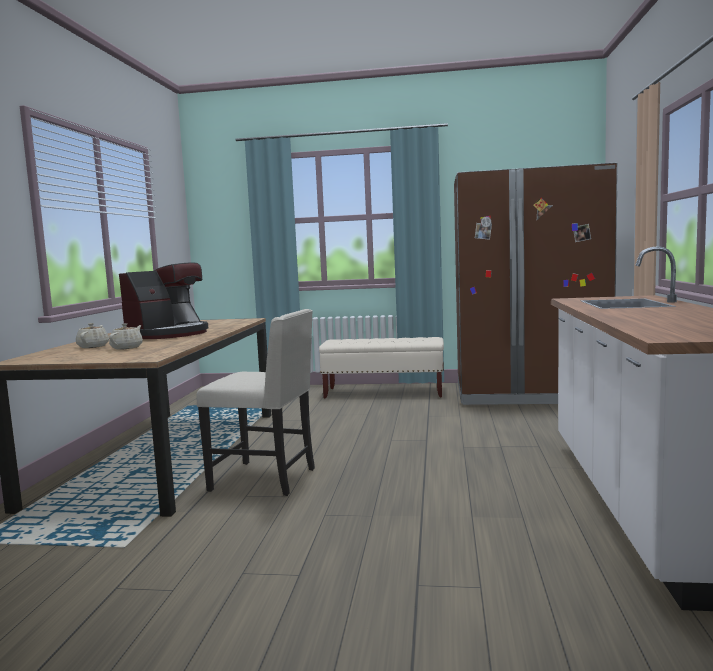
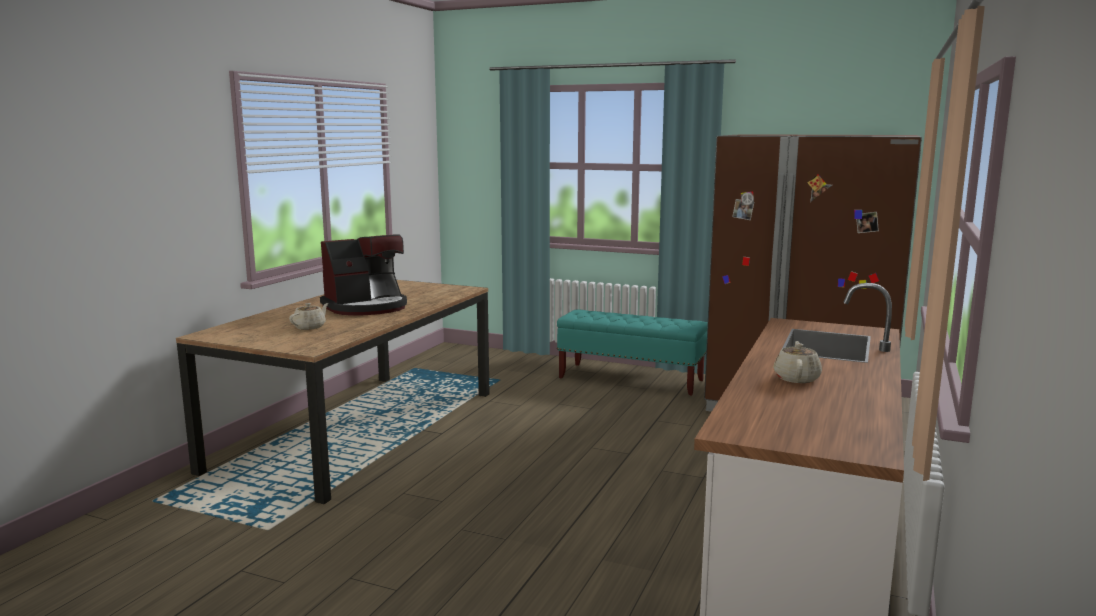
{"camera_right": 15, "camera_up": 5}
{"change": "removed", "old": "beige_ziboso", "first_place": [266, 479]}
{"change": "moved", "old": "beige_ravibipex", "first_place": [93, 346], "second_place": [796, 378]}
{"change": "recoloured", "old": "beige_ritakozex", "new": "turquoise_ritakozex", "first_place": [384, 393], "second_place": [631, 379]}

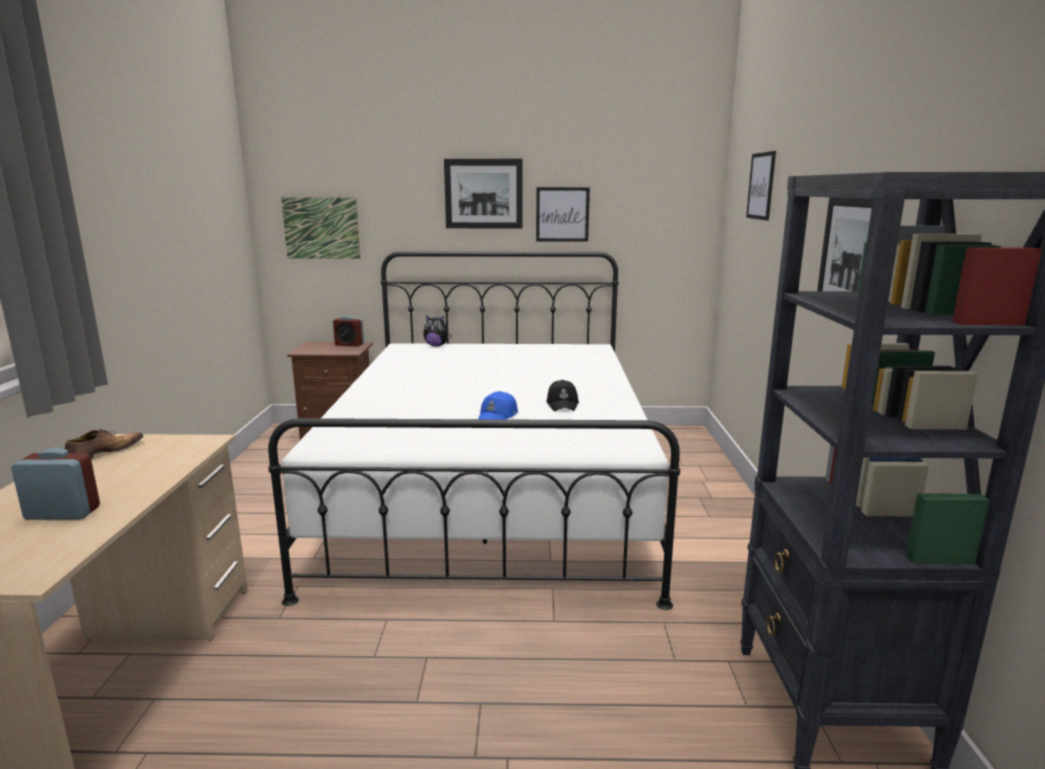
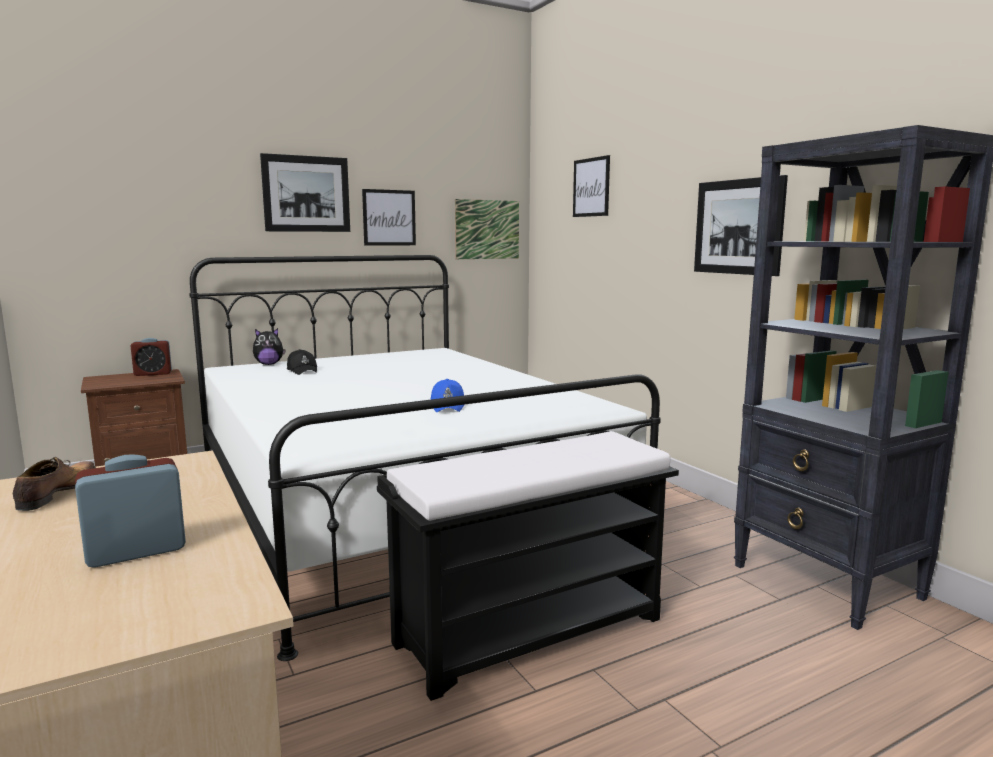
{"camera_right": -30, "camera_up": -5}
{"change": "added", "new": "black_ritakozex", "second_place": [531, 630]}
{"change": "moved", "old": "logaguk", "first_place": [321, 228], "second_place": [487, 229]}
{"change": "moved", "old": "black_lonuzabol", "first_place": [563, 404], "second_place": [302, 370]}

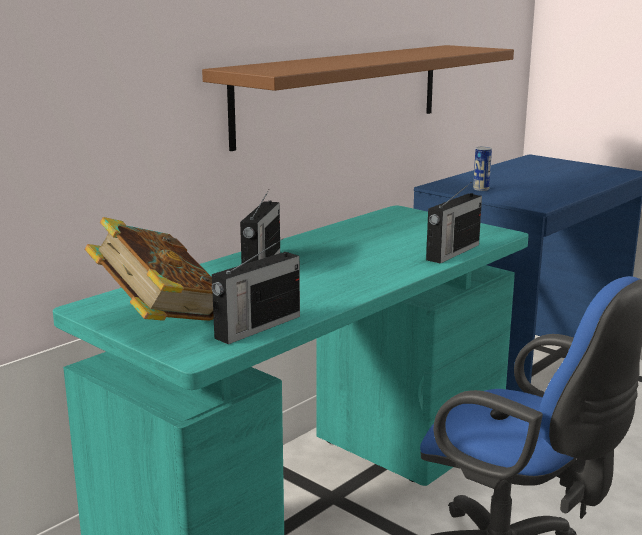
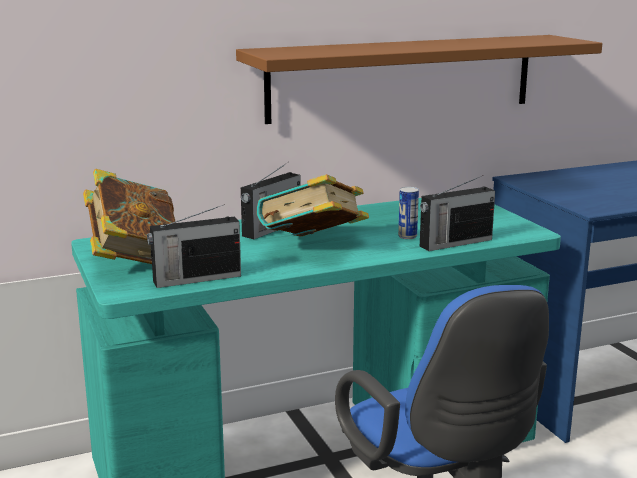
{"camera_right": 25, "camera_up": 0}
{"change": "added", "new": "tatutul", "second_place": [313, 248]}
{"change": "moved", "old": "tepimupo", "first_place": [481, 189], "second_place": [407, 236]}

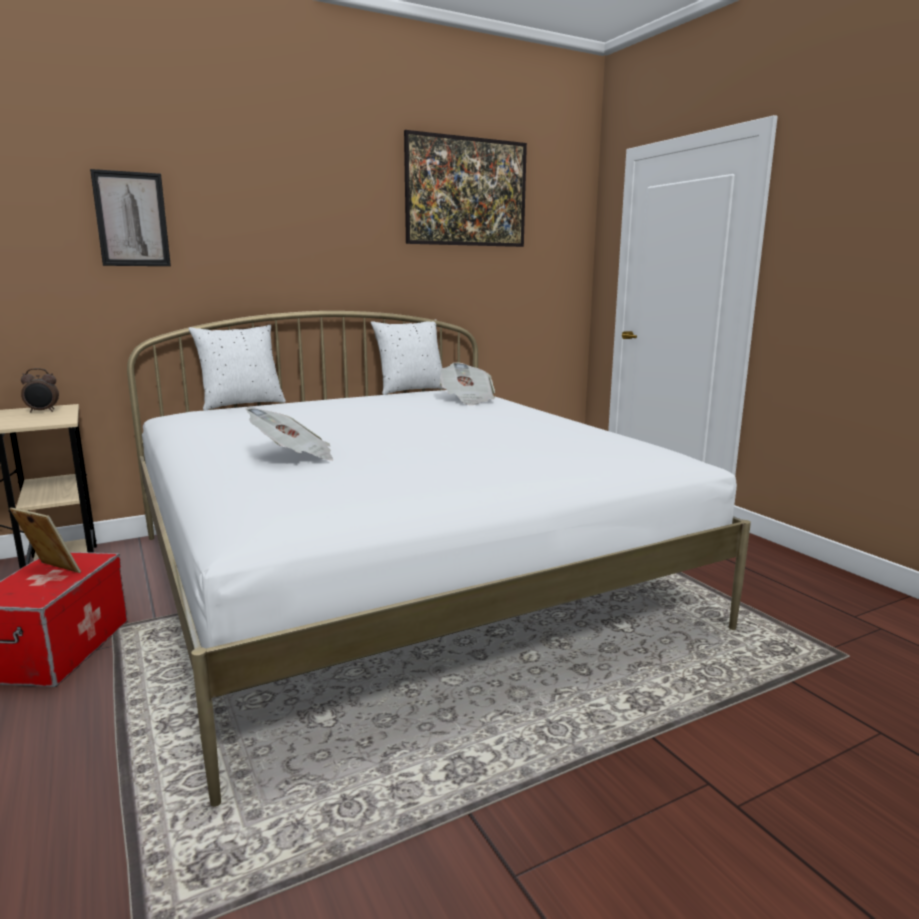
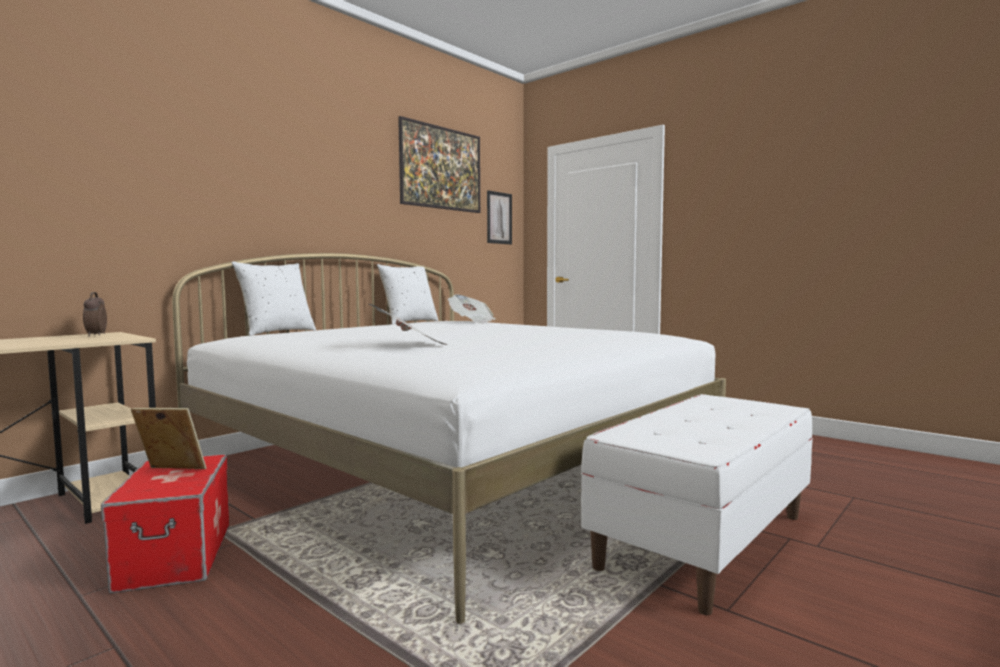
{"camera_right": -20, "camera_up": -10}
{"change": "added", "new": "white_ritakozex", "second_place": [704, 541]}
{"change": "moved", "old": "logaguk", "first_place": [131, 219], "second_place": [499, 218]}
{"change": "turned", "old": "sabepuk", "first_place": [43, 411], "second_place": [95, 335], "degrees": 105}

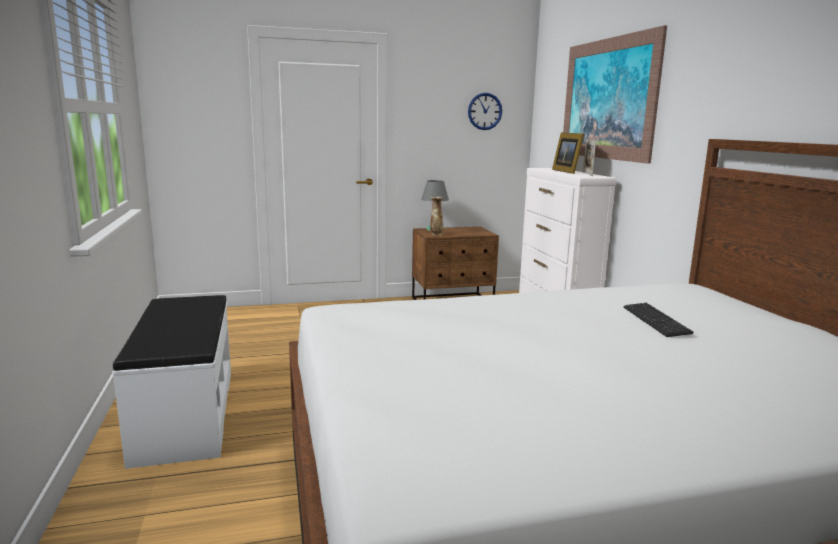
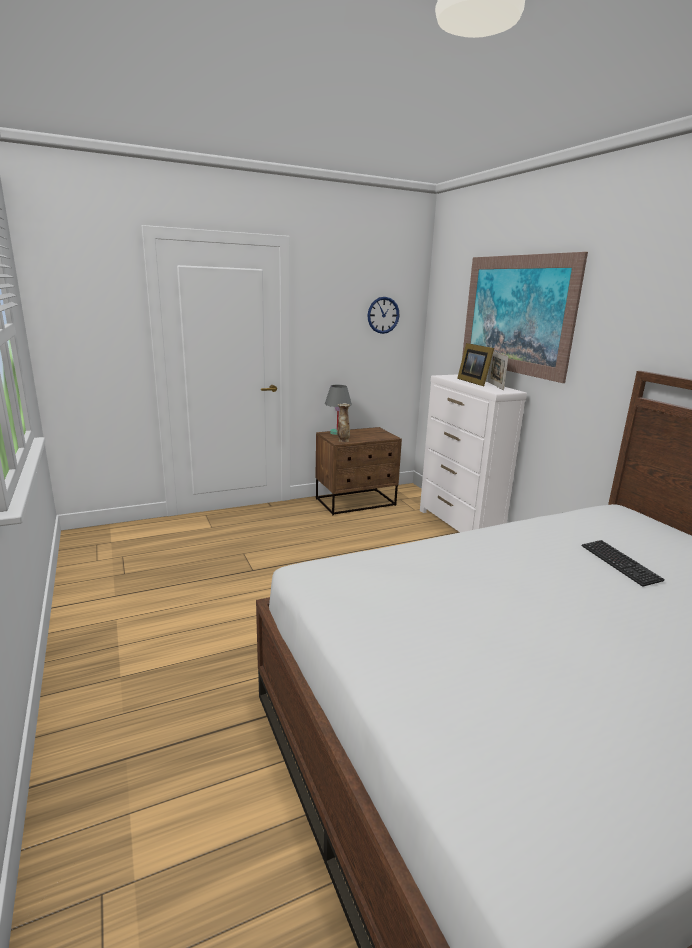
{"camera_right": -10, "camera_up": 5}
{"change": "removed", "old": "white_ritakozex", "first_place": [184, 414]}

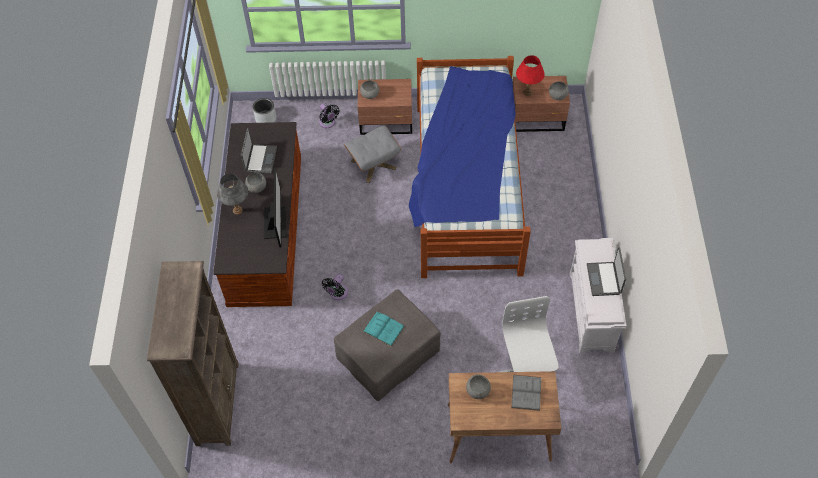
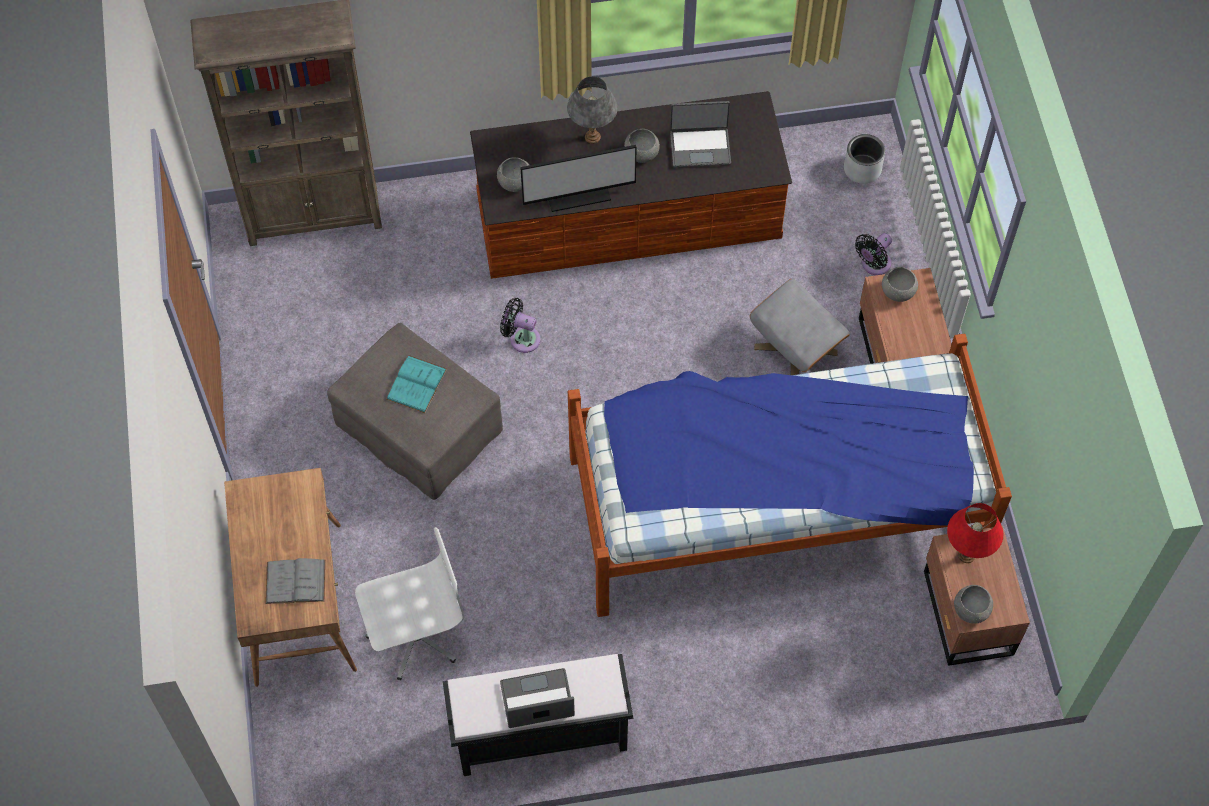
{"camera_right": 80, "camera_up": 5}
{"change": "moved", "old": "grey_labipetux", "first_place": [478, 390], "second_place": [515, 182]}
{"change": "recoloured", "old": "white_ritakozex", "new": "black_ritakozex", "first_place": [591, 312], "second_place": [539, 736]}

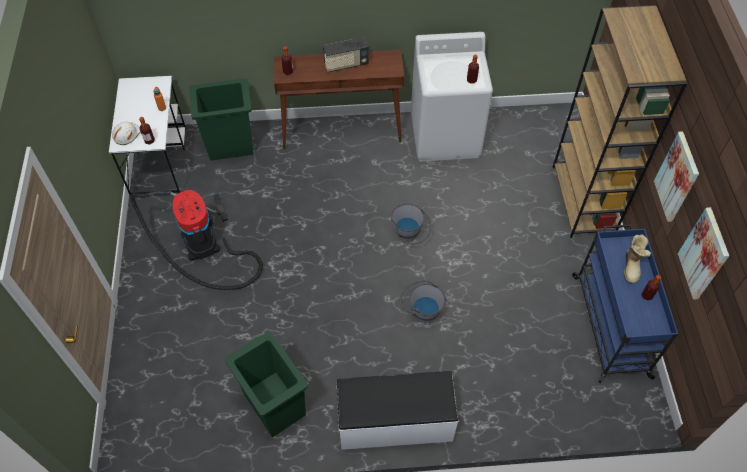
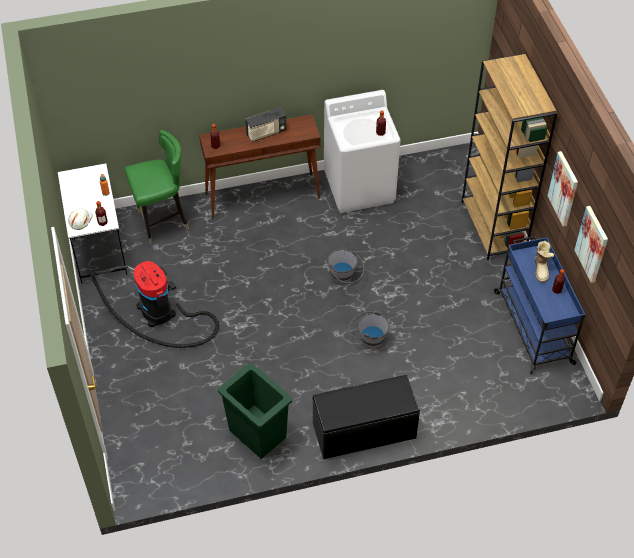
{"camera_right": -10, "camera_up": -5}
{"change": "replaced", "old": "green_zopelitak", "new": "green_ziboso", "first_place": [231, 145], "second_place": [162, 222]}
{"change": "recoloured", "old": "white_ritakozex", "new": "black_ritakozex", "first_place": [395, 422], "second_place": [364, 431]}

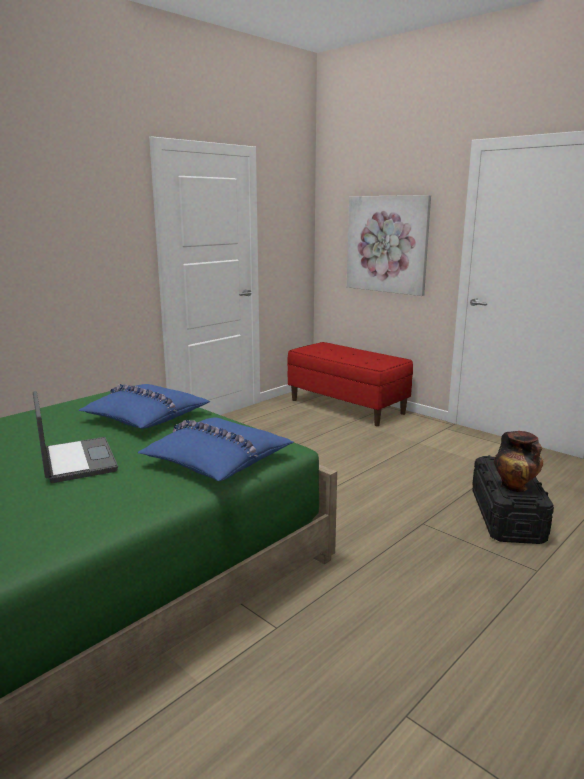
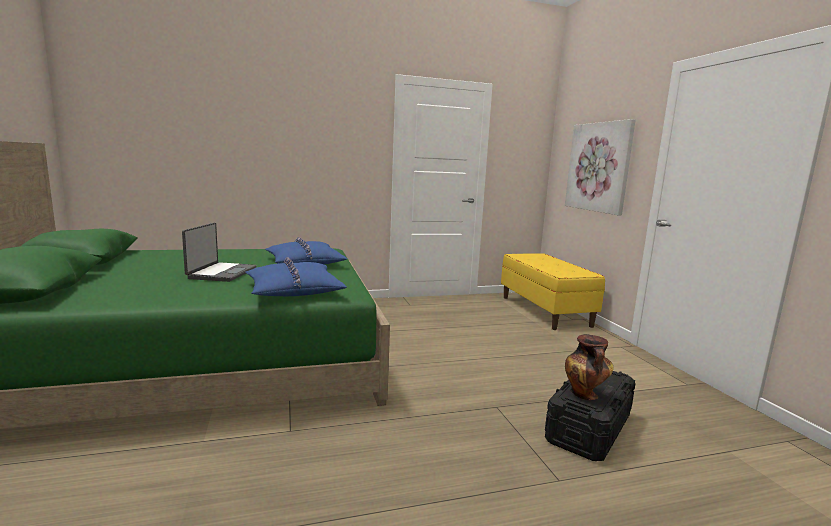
{"camera_right": 30, "camera_up": -5}
{"change": "recoloured", "old": "red_ritakozex", "new": "yellow_ritakozex", "first_place": [347, 406], "second_place": [545, 311]}

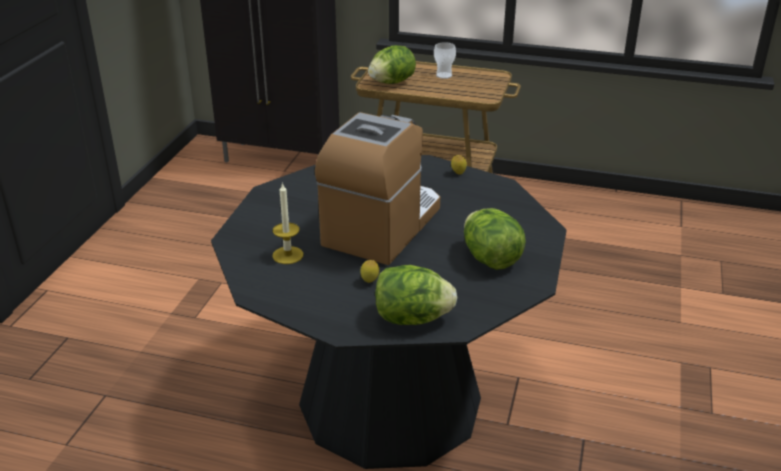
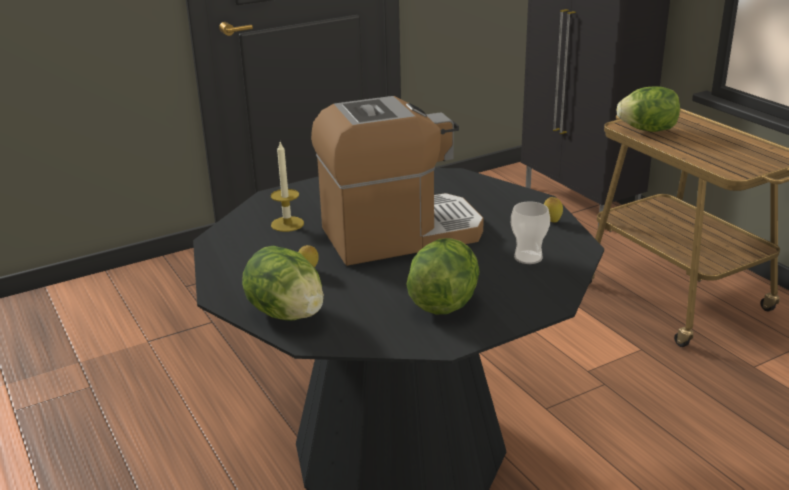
{"camera_right": 45, "camera_up": -5}
{"change": "moved", "old": "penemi", "first_place": [444, 75], "second_place": [528, 257]}

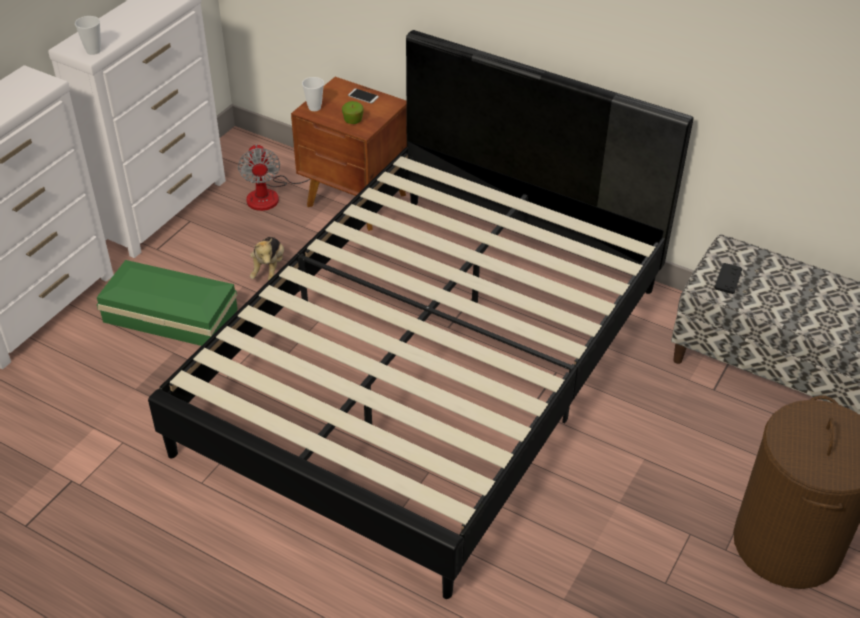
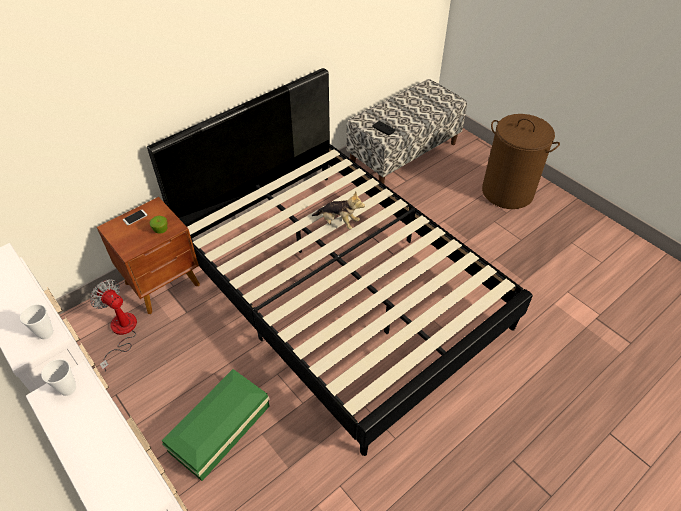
{"camera_right": -70, "camera_up": 5}
{"change": "moved", "old": "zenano", "first_place": [269, 269], "second_place": [338, 222]}
{"change": "moved", "old": "penemi", "first_place": [314, 107], "second_place": [68, 388]}
{"change": "turned", "old": "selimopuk", "first_place": [272, 194], "second_place": [121, 332], "degrees": -150}

